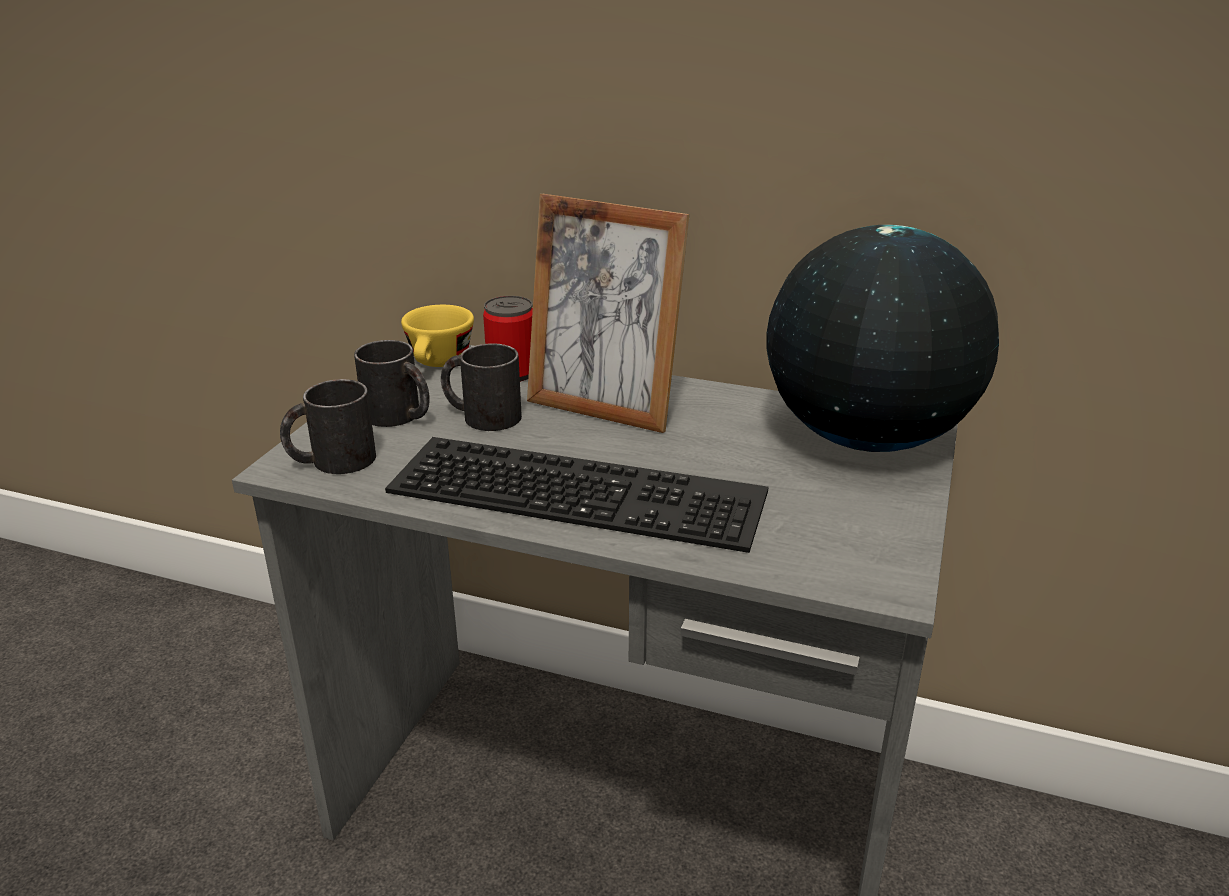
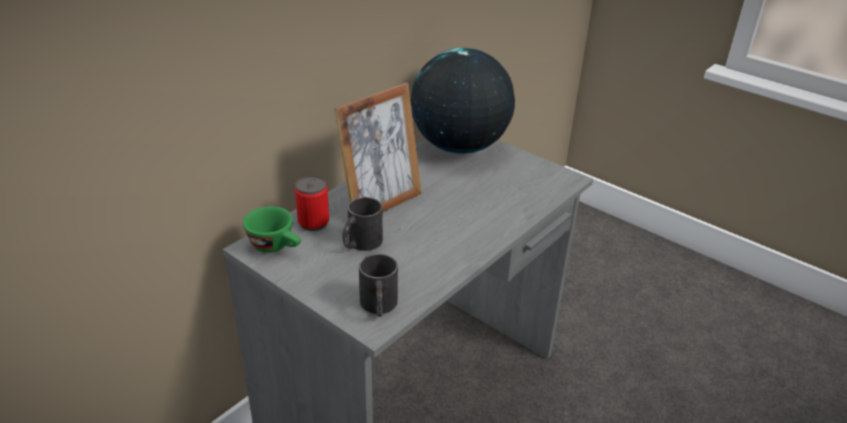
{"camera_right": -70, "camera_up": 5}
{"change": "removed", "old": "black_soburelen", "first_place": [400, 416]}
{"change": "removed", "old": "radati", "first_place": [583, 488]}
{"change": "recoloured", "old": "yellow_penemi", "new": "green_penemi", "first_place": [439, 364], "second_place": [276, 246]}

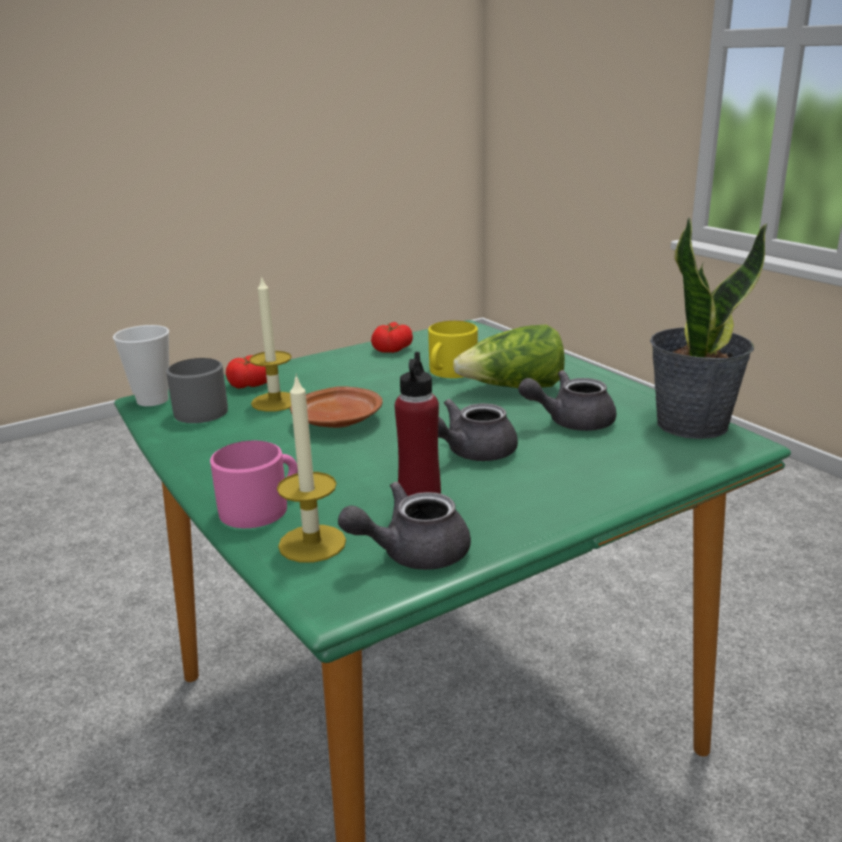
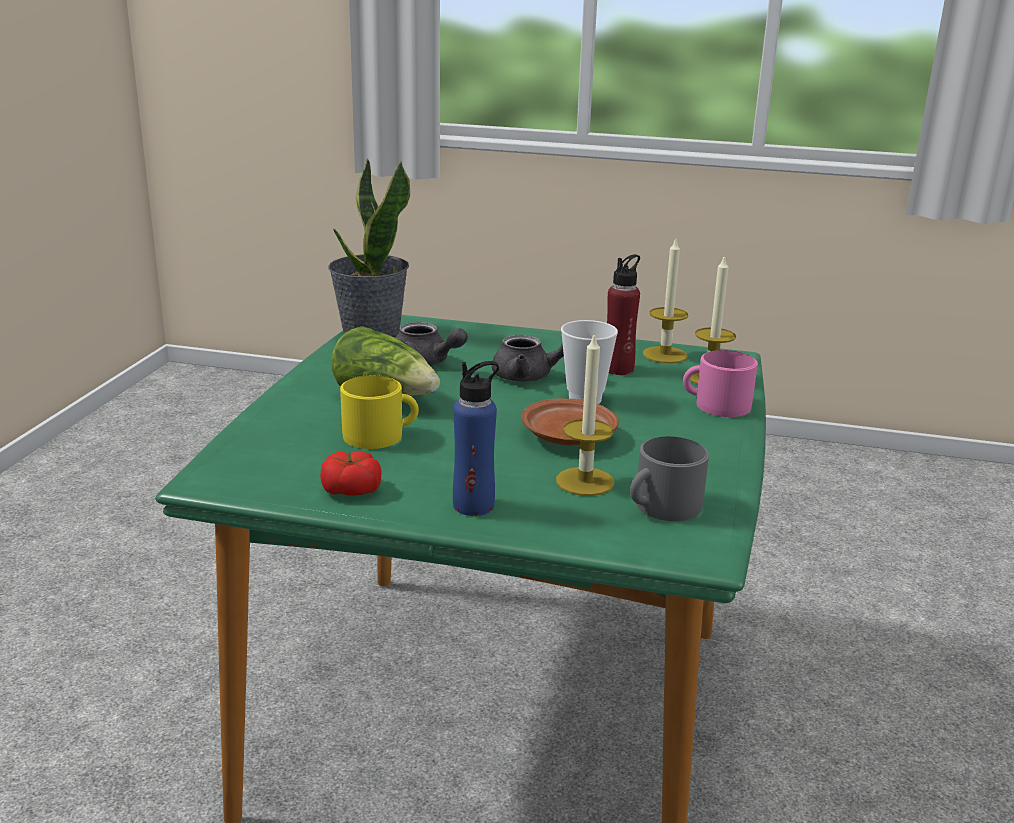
{"camera_right": -135, "camera_up": 0}
{"change": "removed", "old": "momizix", "first_place": [251, 384]}
{"change": "added", "new": "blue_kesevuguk", "second_place": [474, 505]}
{"change": "moved", "old": "penemi", "first_place": [152, 400], "second_place": [585, 399]}
{"change": "replaced", "old": "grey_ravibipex", "new": "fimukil", "first_place": [412, 553], "second_place": [665, 355]}

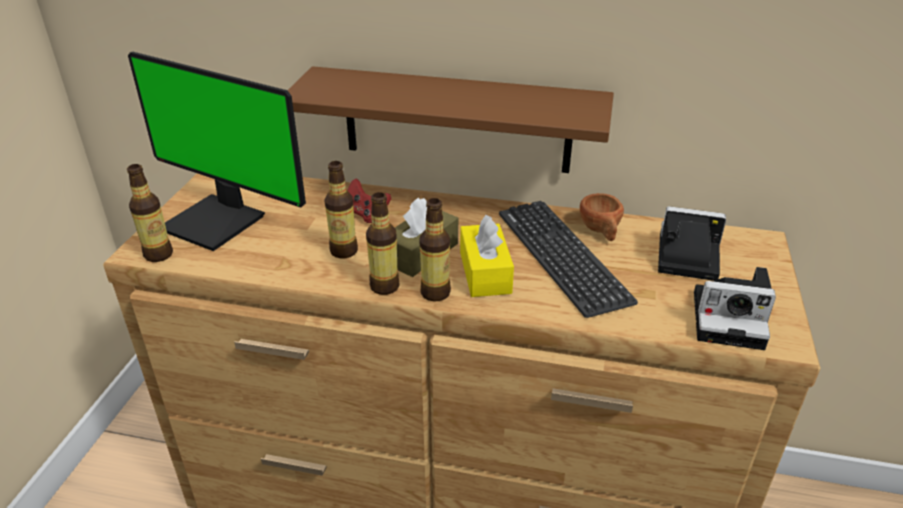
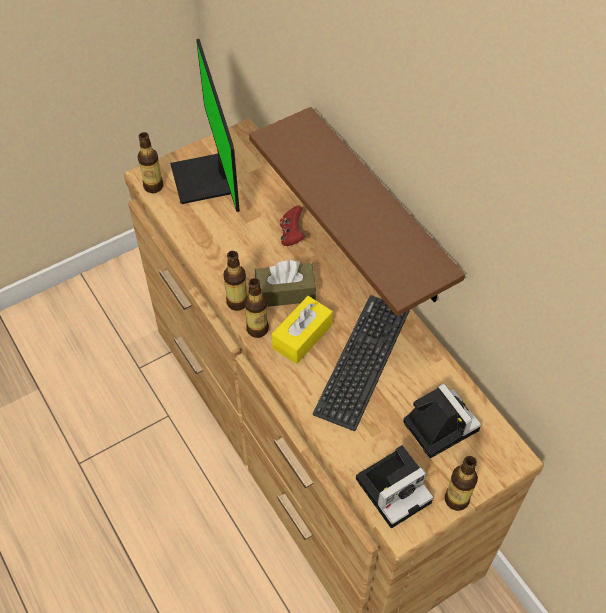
{"camera_right": 45, "camera_up": 20}
{"change": "removed", "old": "brown_penemi", "first_place": [601, 231]}
{"change": "moved", "old": "kesevuguk", "first_place": [344, 251], "second_place": [456, 499]}
{"change": "turned", "old": "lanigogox", "first_place": [731, 319], "second_place": [395, 488], "degrees": -90}

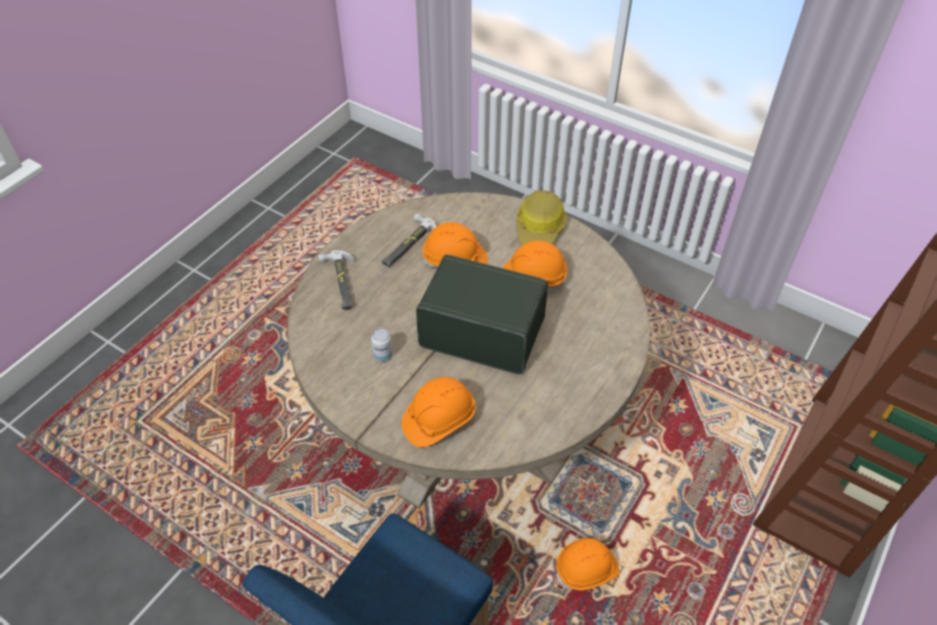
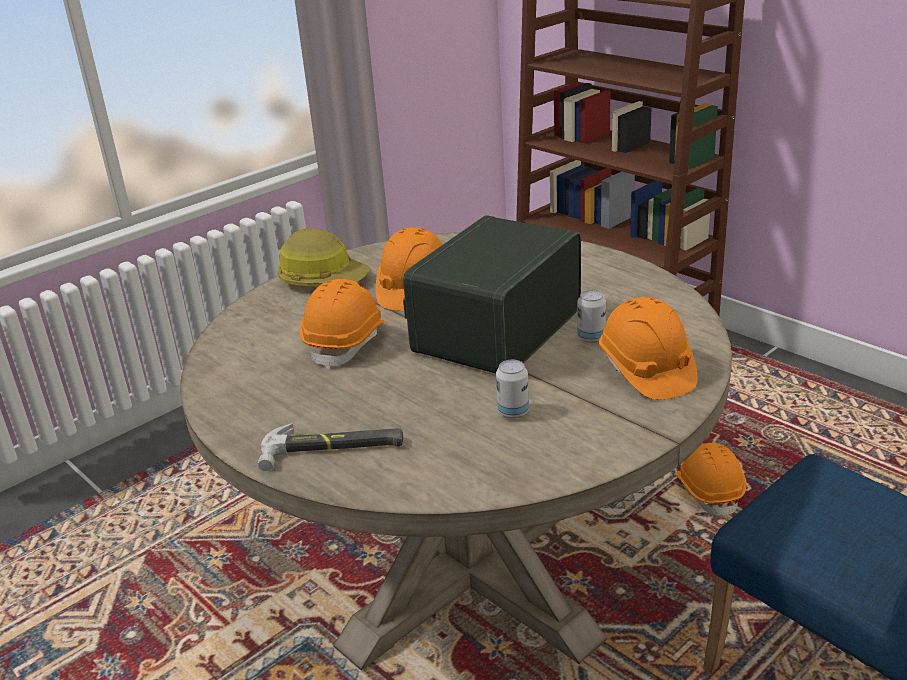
{"camera_right": -75, "camera_up": -20}
{"change": "removed", "old": "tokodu", "first_place": [408, 244]}
{"change": "added", "new": "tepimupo", "second_place": [591, 338]}

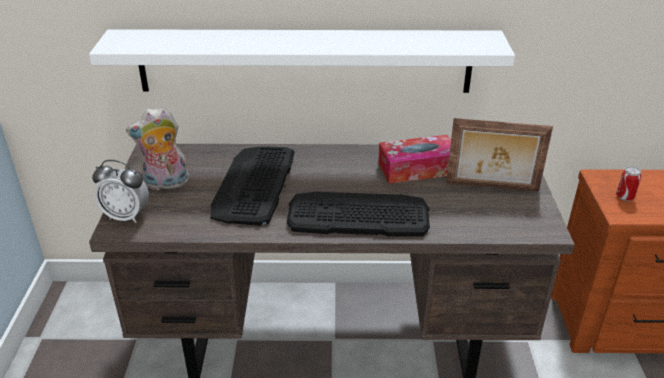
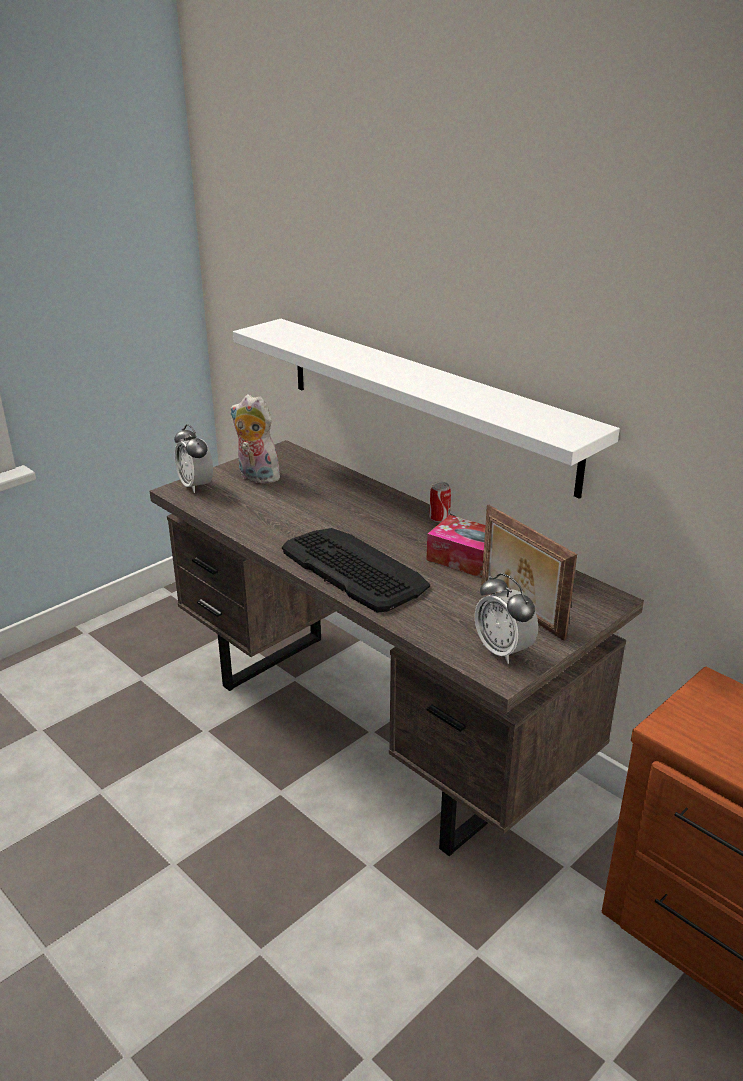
{"camera_right": 45, "camera_up": -5}
{"change": "removed", "old": "radati", "first_place": [254, 185]}
{"change": "added", "new": "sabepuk", "second_place": [503, 650]}
{"change": "moved", "old": "tepimupo", "first_place": [624, 197], "second_place": [439, 519]}

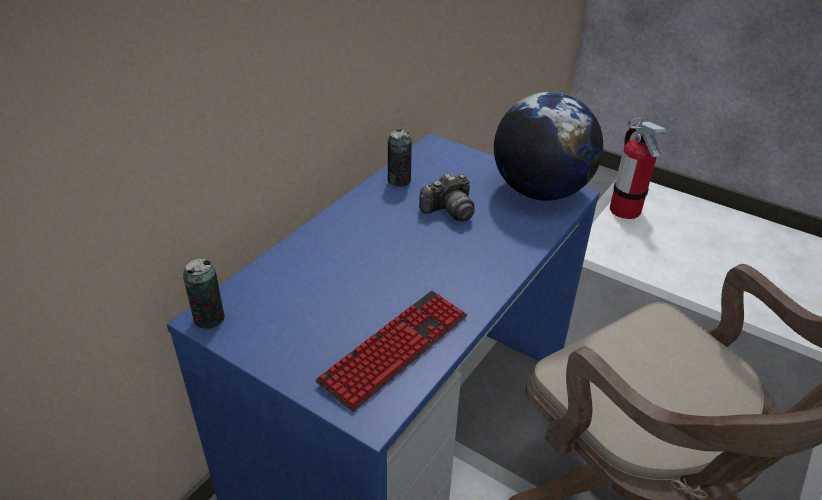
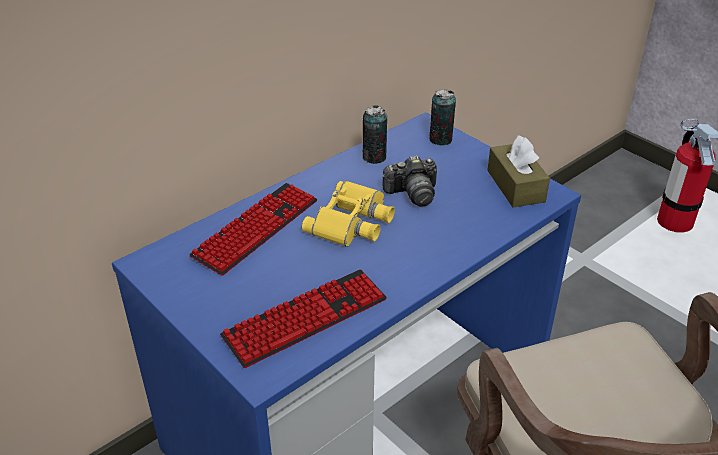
{"camera_right": 15, "camera_up": 0}
{"change": "added", "new": "radati", "second_place": [256, 229]}
{"change": "added", "new": "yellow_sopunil", "second_place": [353, 222]}
{"change": "moved", "old": "tepimupo", "first_place": [209, 319], "second_place": [440, 140]}
{"change": "replaced", "old": "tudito", "new": "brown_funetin", "first_place": [540, 191], "second_place": [515, 186]}

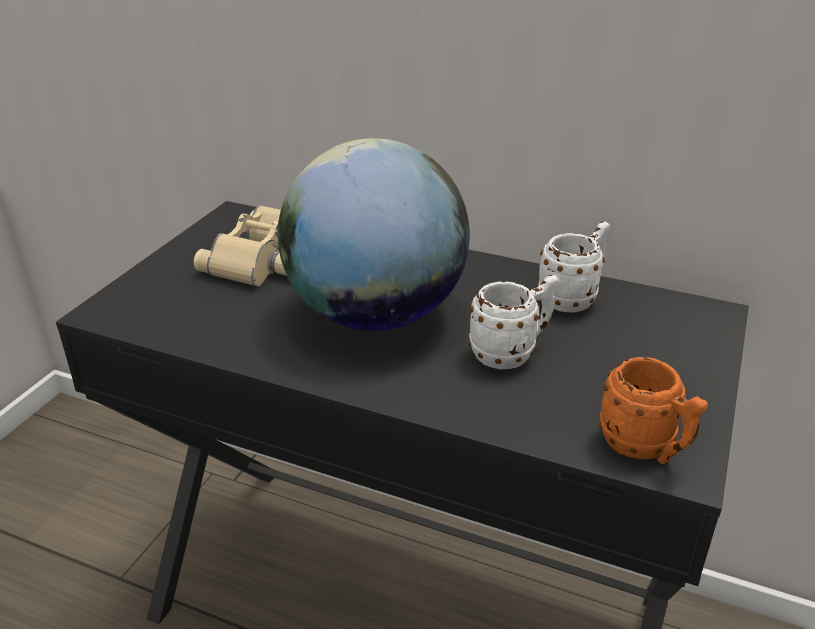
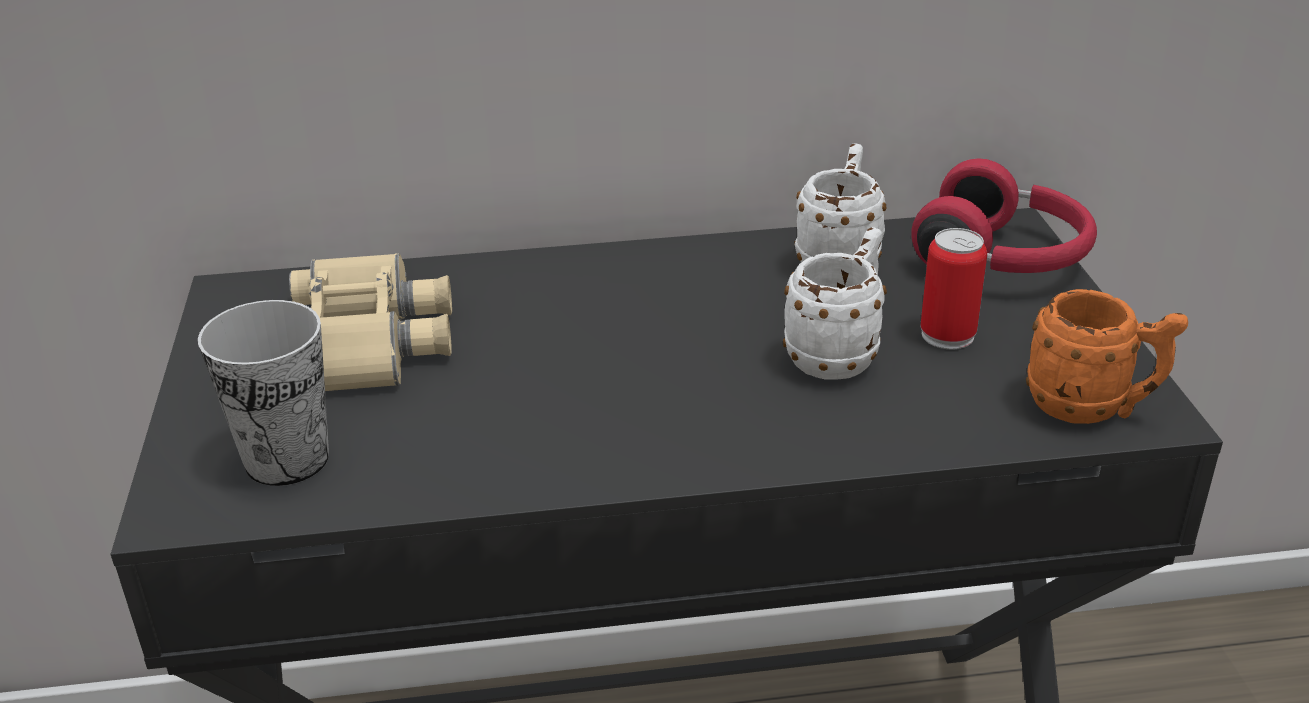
{"camera_right": -30, "camera_up": 0}
{"change": "removed", "old": "tudito", "first_place": [375, 315]}
{"change": "added", "new": "penemi", "second_place": [287, 459]}
{"change": "added", "new": "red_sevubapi", "second_place": [1004, 259]}
{"change": "added", "new": "tepimupo", "second_place": [947, 335]}

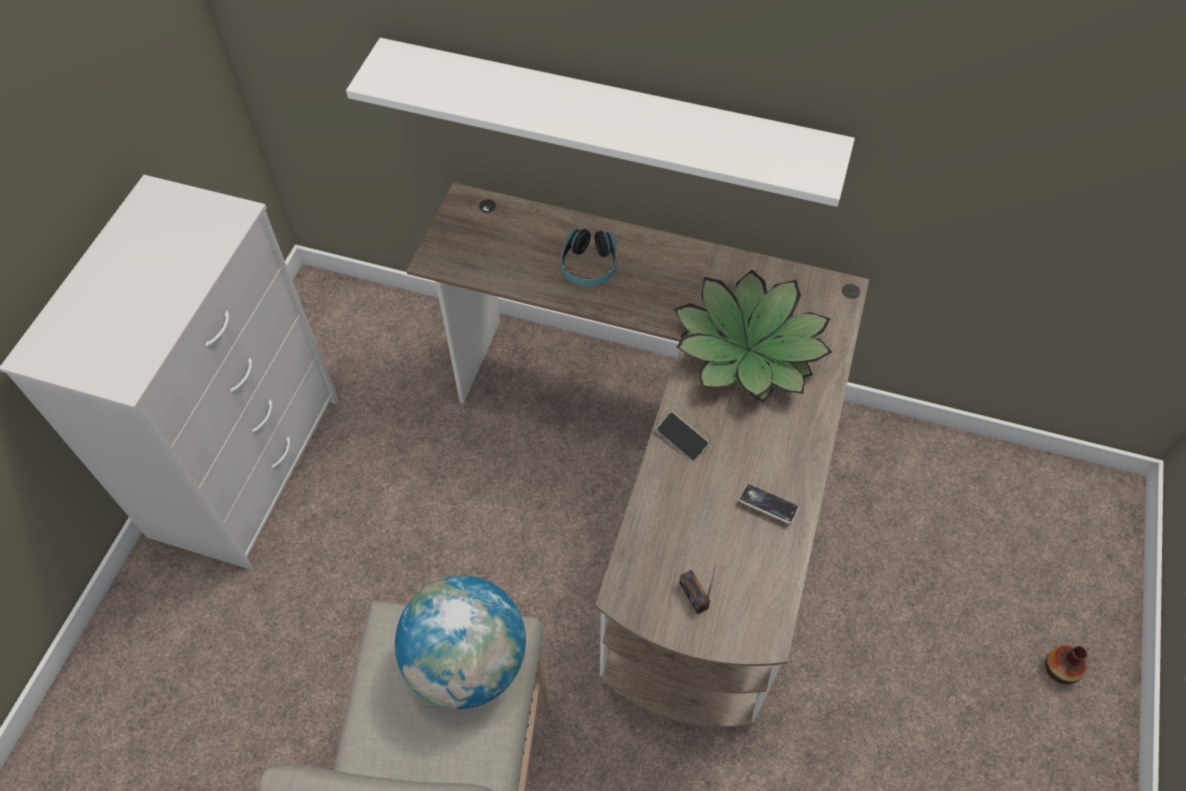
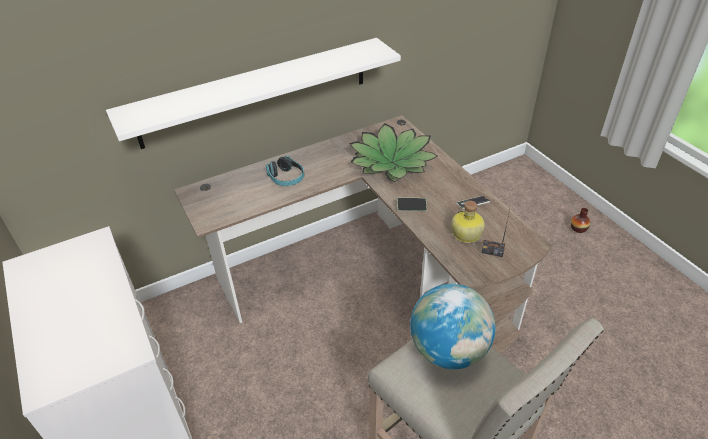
{"camera_right": -45, "camera_up": -15}
{"change": "added", "new": "kesevuguk", "second_place": [466, 234]}

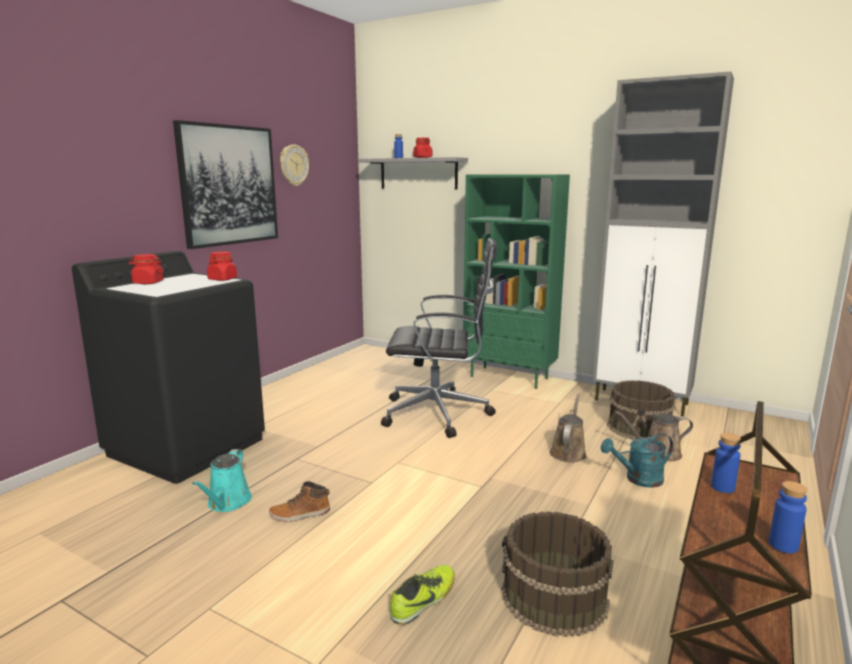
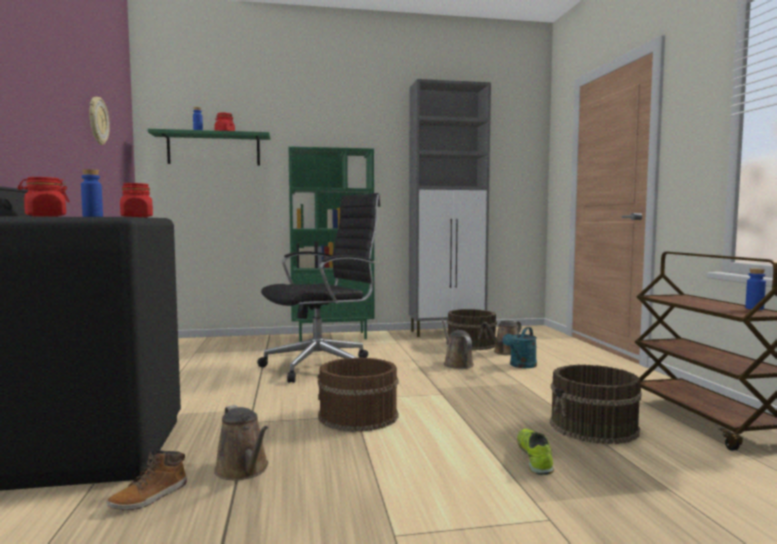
{"camera_right": -40, "camera_up": -10}
{"change": "removed", "old": "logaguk", "first_place": [229, 185]}
{"change": "added", "new": "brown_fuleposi", "second_place": [357, 416]}
{"change": "moved", "old": "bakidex", "first_place": [300, 514], "second_place": [150, 497]}
{"change": "moved", "old": "blue_kesevuguk", "first_place": [722, 487], "second_place": [92, 216]}
{"change": "recoloured", "old": "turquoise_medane", "new": "brown_medane", "first_place": [227, 503], "second_place": [244, 470]}
{"change": "recoloured", "old": "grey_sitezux", "new": "green_sitezux", "first_place": [418, 173], "second_place": [214, 149]}

